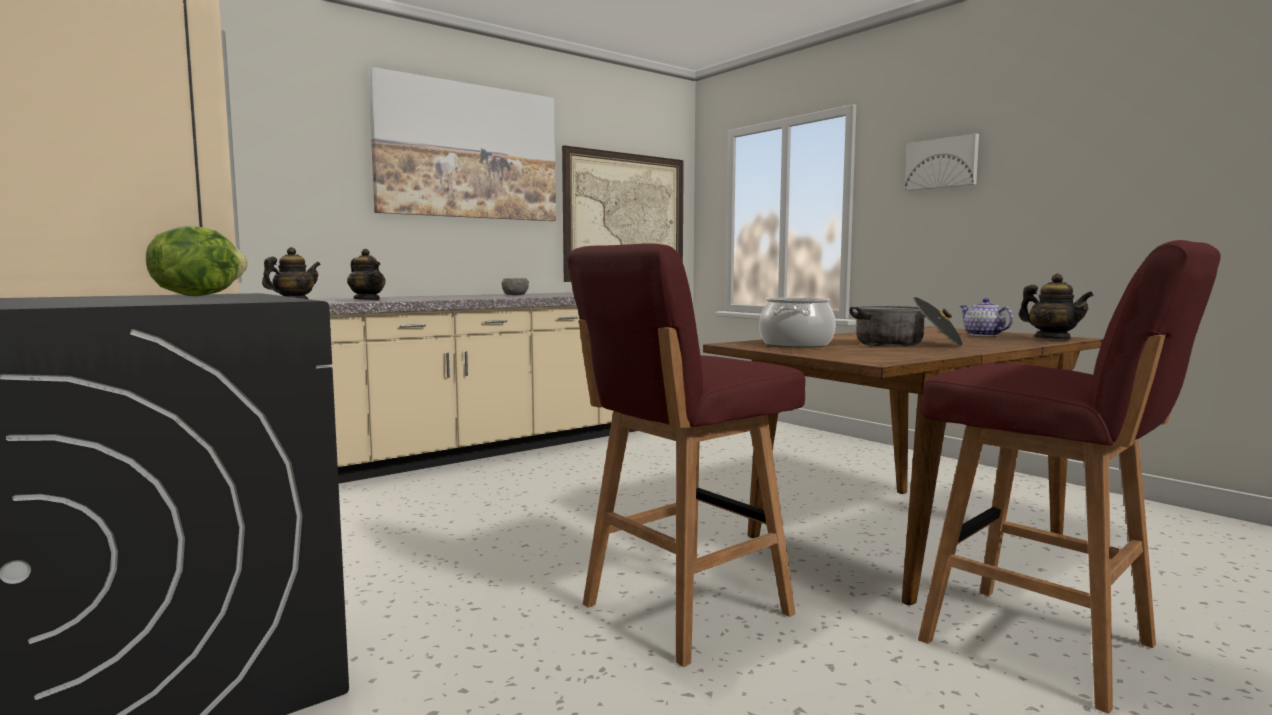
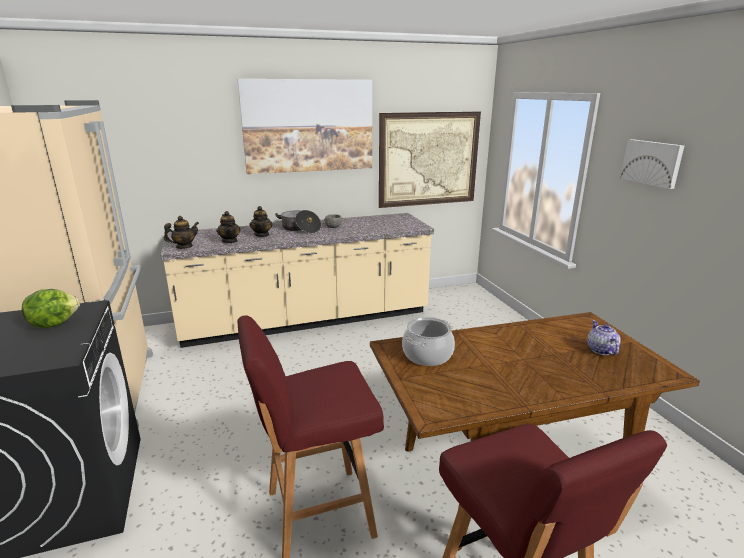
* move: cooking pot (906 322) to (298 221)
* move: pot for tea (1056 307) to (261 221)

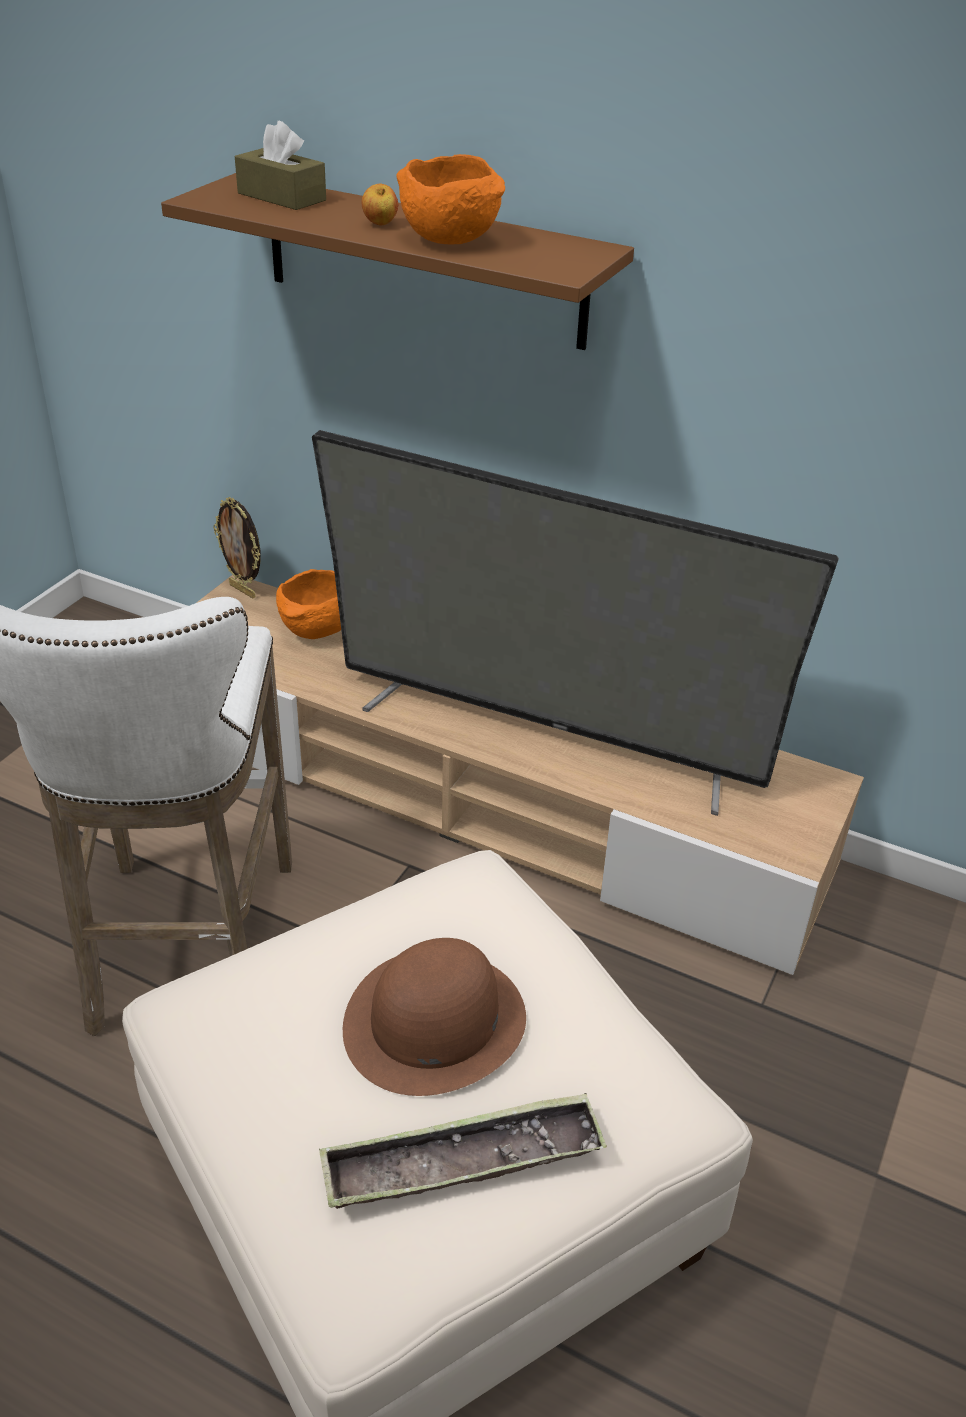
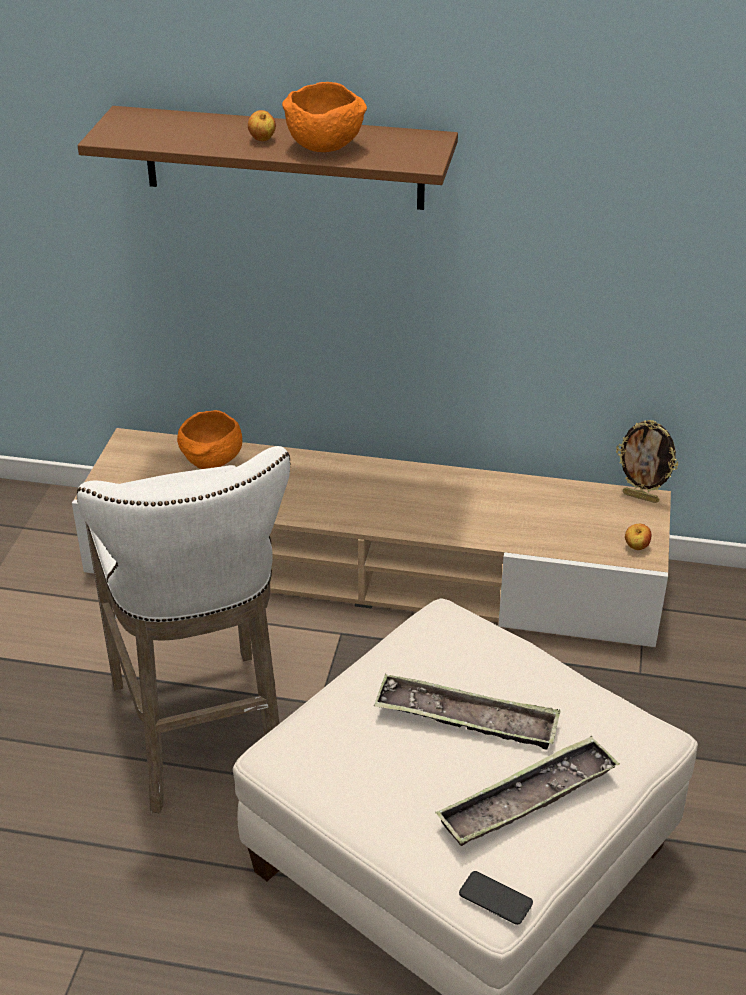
* delete: brown box of tissues (280 165)
* delete: TV (575 623)
* insert: phone (496 898)
* insert: whole apple (638 537)
* move: photo frame (237 547) to (647 461)
* replace: brown clothing hat (434 1017) to carrying tray (467 711)

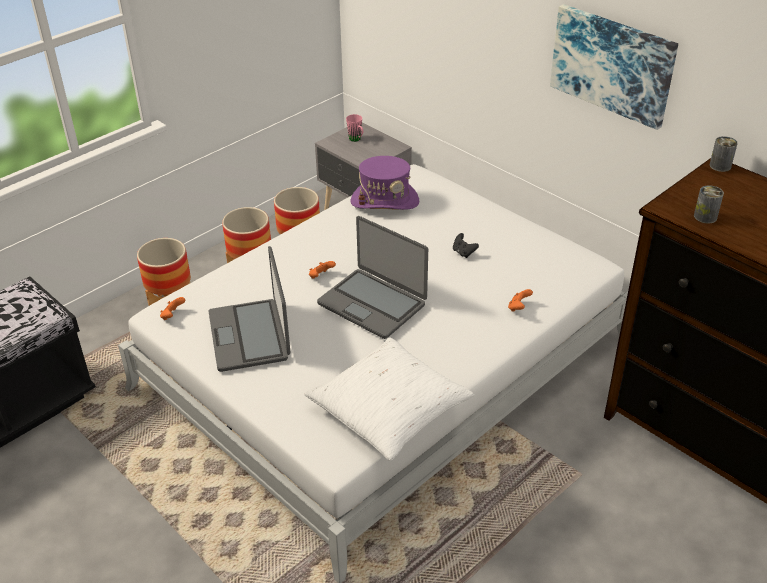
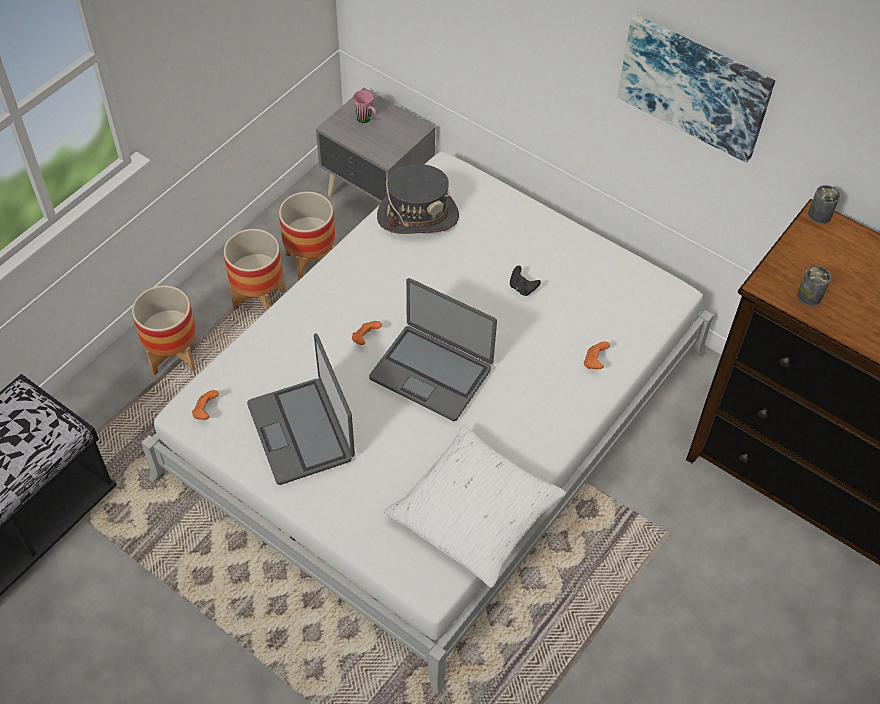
* recolor: purple clothing hat (385 183) to gray clothing hat (418 199)

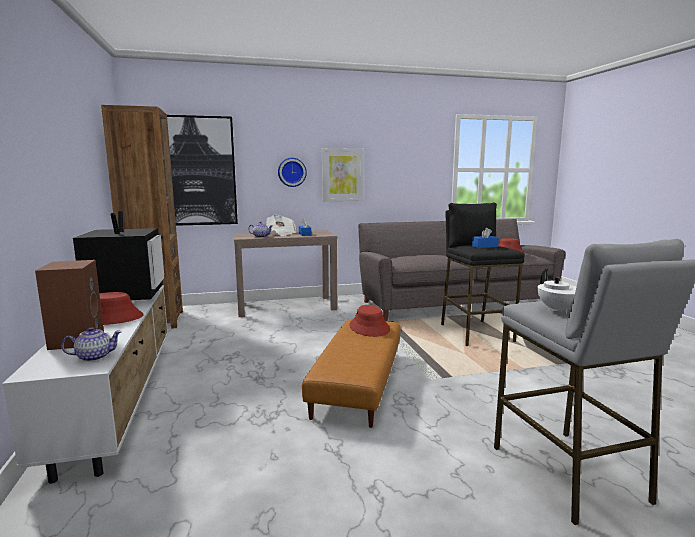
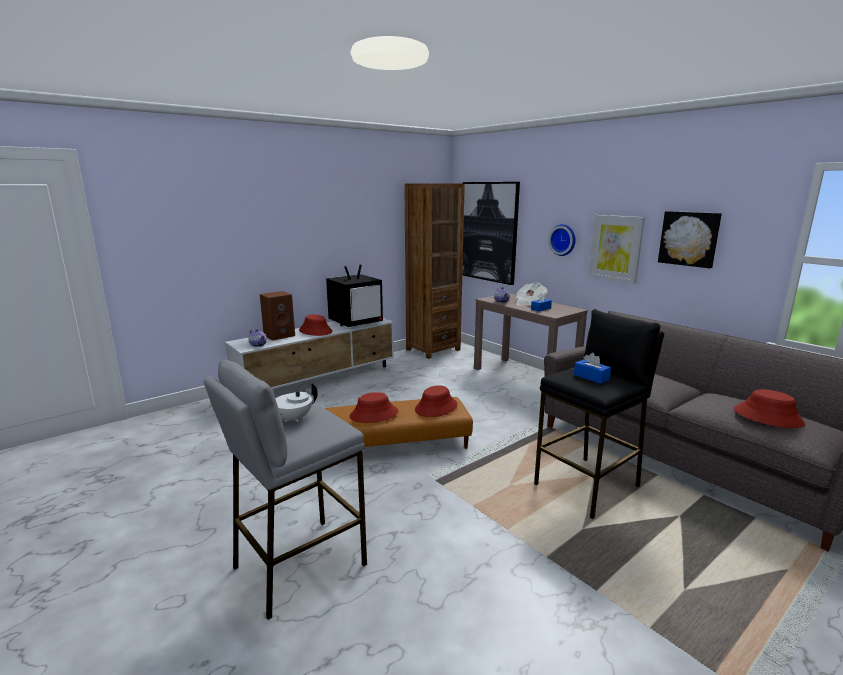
* insert: red-coloured clothing hat (374 407)
* insert: wall art (690 239)

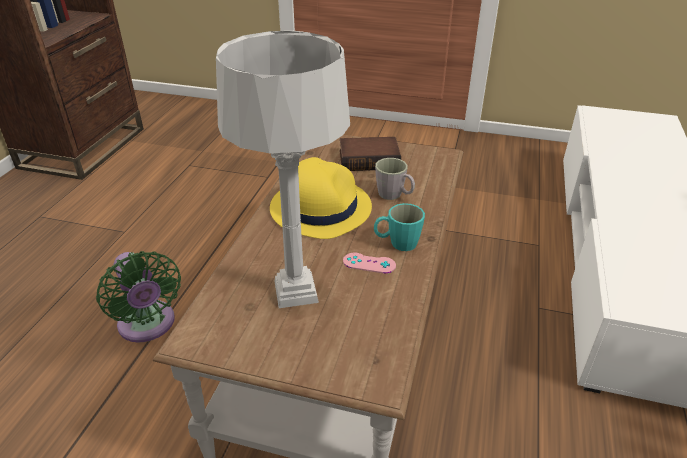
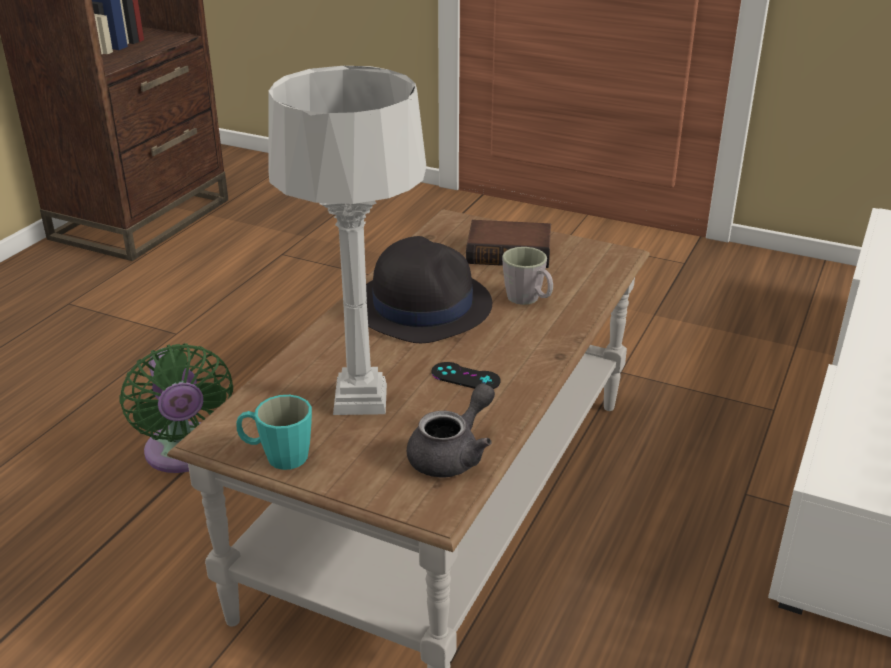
* insert: gray pot for tea (451 430)
* move: blue-green tea mug (399 227) to (274 432)
* recolor: yellow clothing hat (321 198) to blackish clothing hat (429 289)
* recolor: pink game controller (369 263) to blackish game controller (466 375)

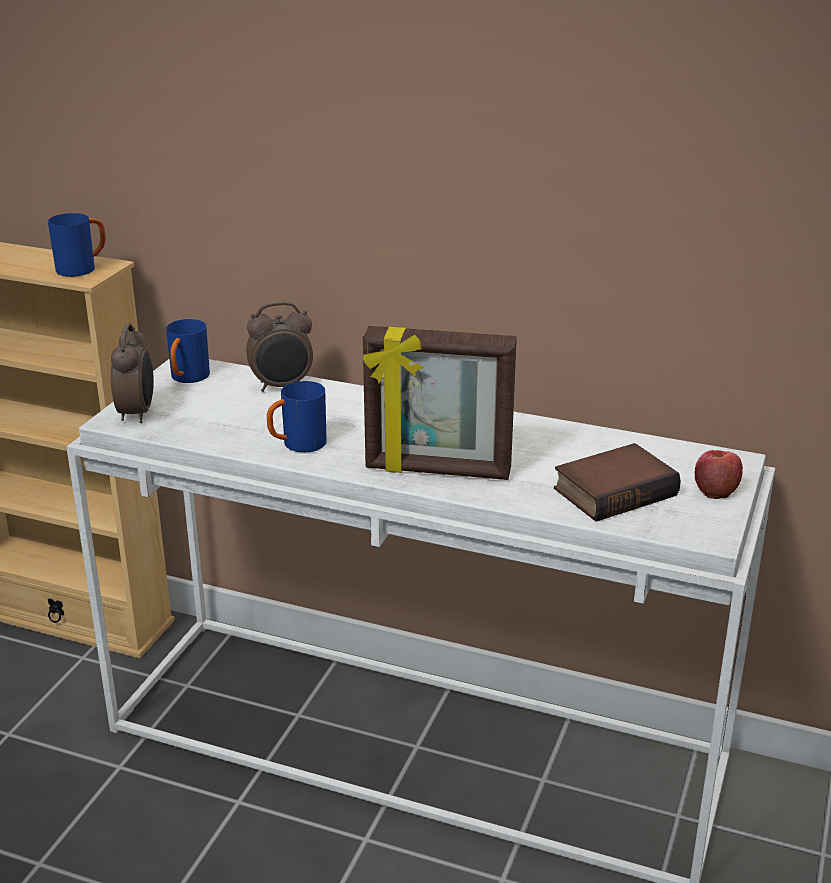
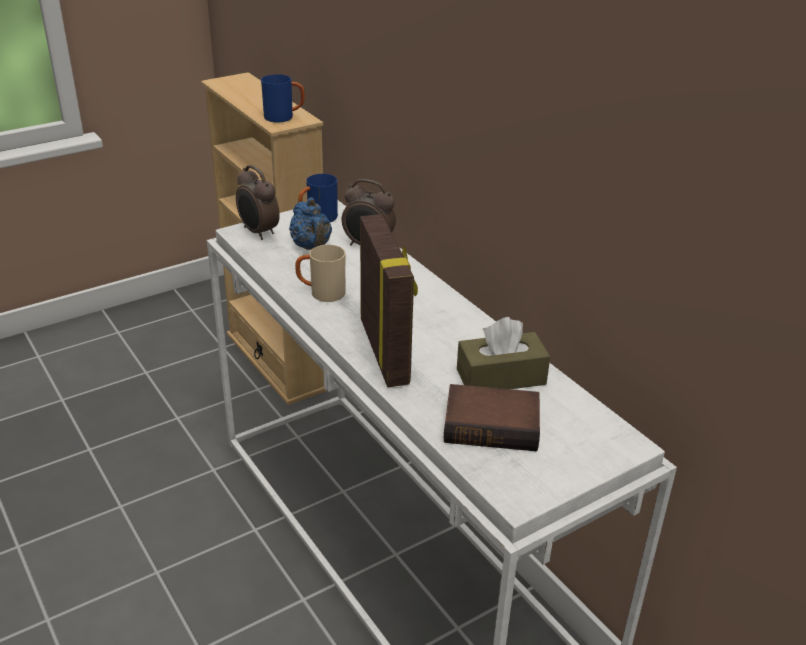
* delete: whole apple (719 474)
* insert: bluish pot for tea (310 223)
* insert: brown box of tissues (503 353)
* recolor: bluish tea mug (297 416) to sand-coloured tea mug (320 273)
* rotate: bedside clock (132 373) = (258 202) 105 degrees clockwise
* rotate: photo frame (440 403) = (389 300) 150 degrees counterclockwise

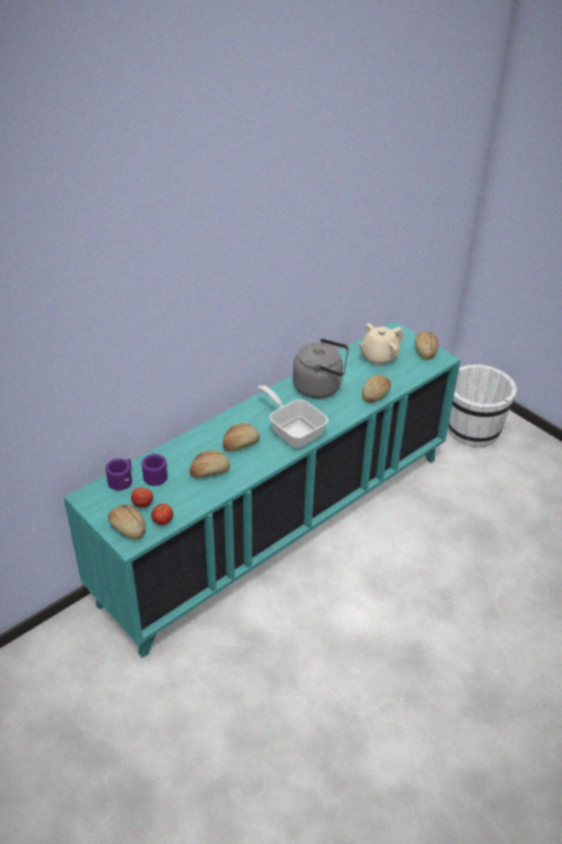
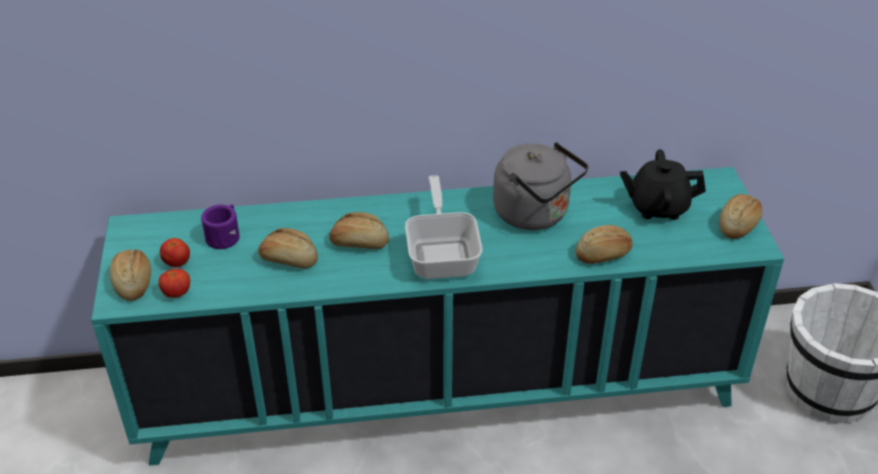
* delete: purple tea mug (118 474)
* recolor: sand-coloured pot for tea (381 344) to blackish pot for tea (663 184)

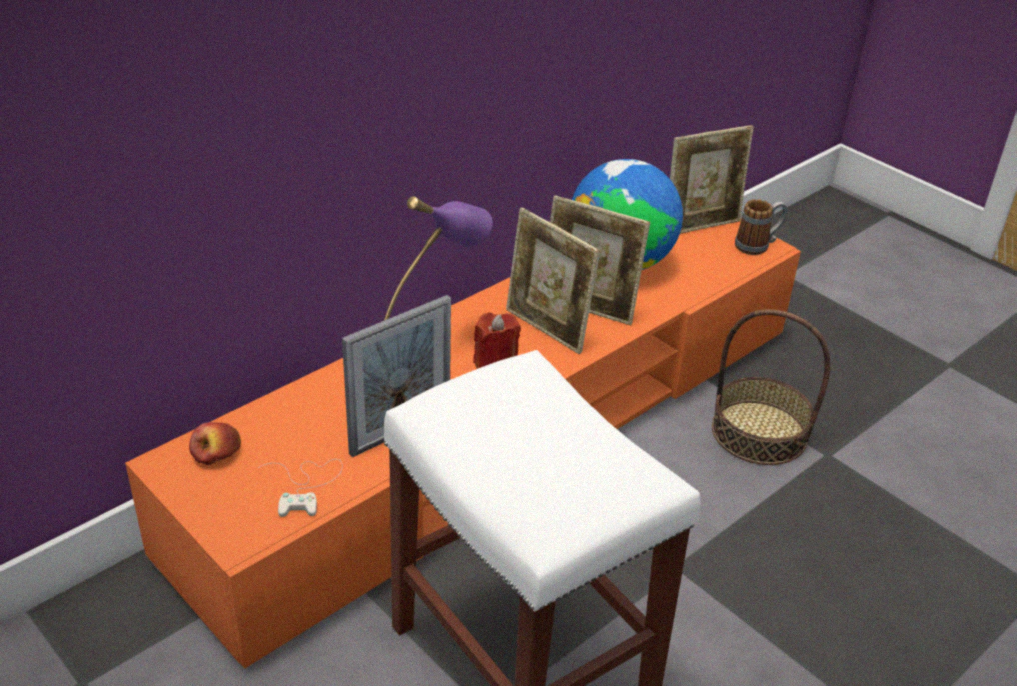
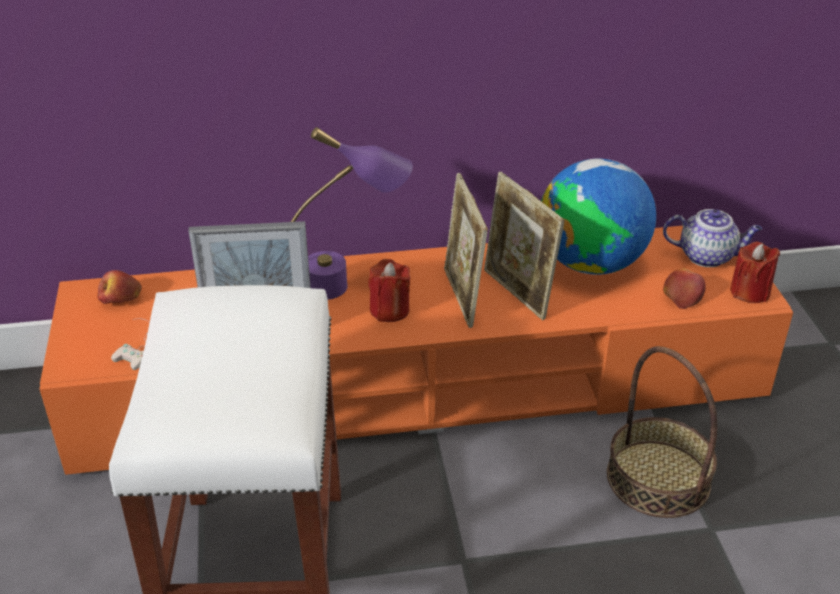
* insert: whole apple (684 289)
* replace: photo frame (712 179) to pot for tea (712 238)
* replace: tea mug (761 227) to red-coloured wax light (755 272)

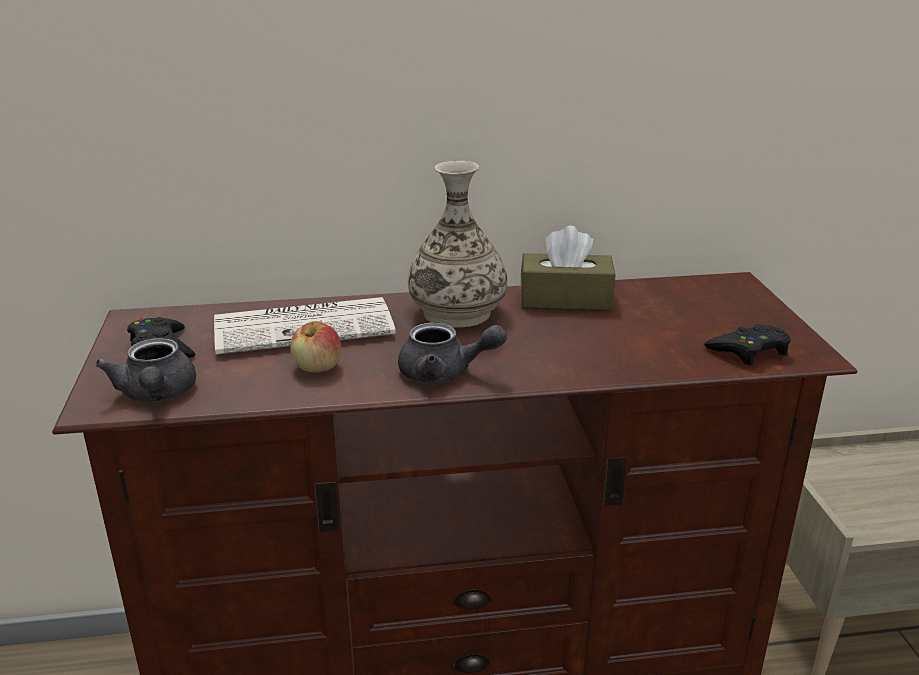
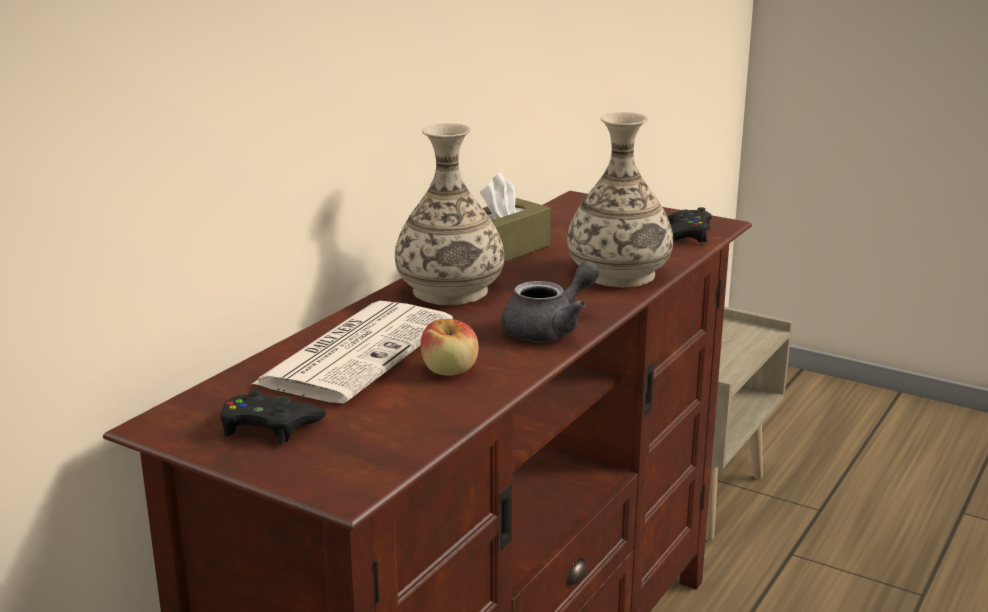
* delete: gray pot for tea (145 370)
* insert: decorative vase (620 200)

